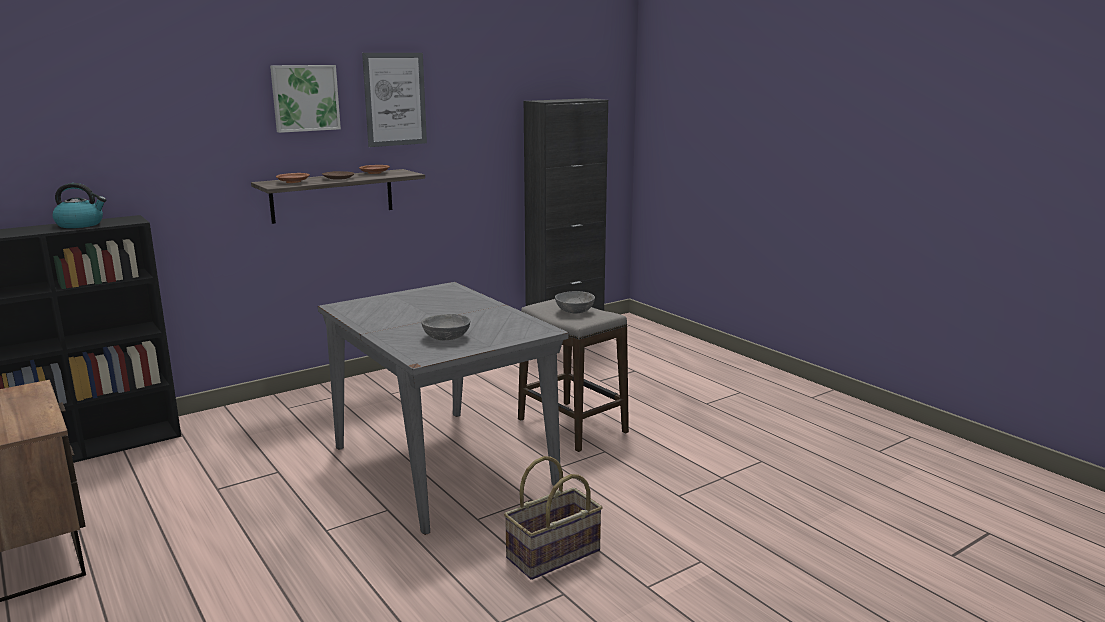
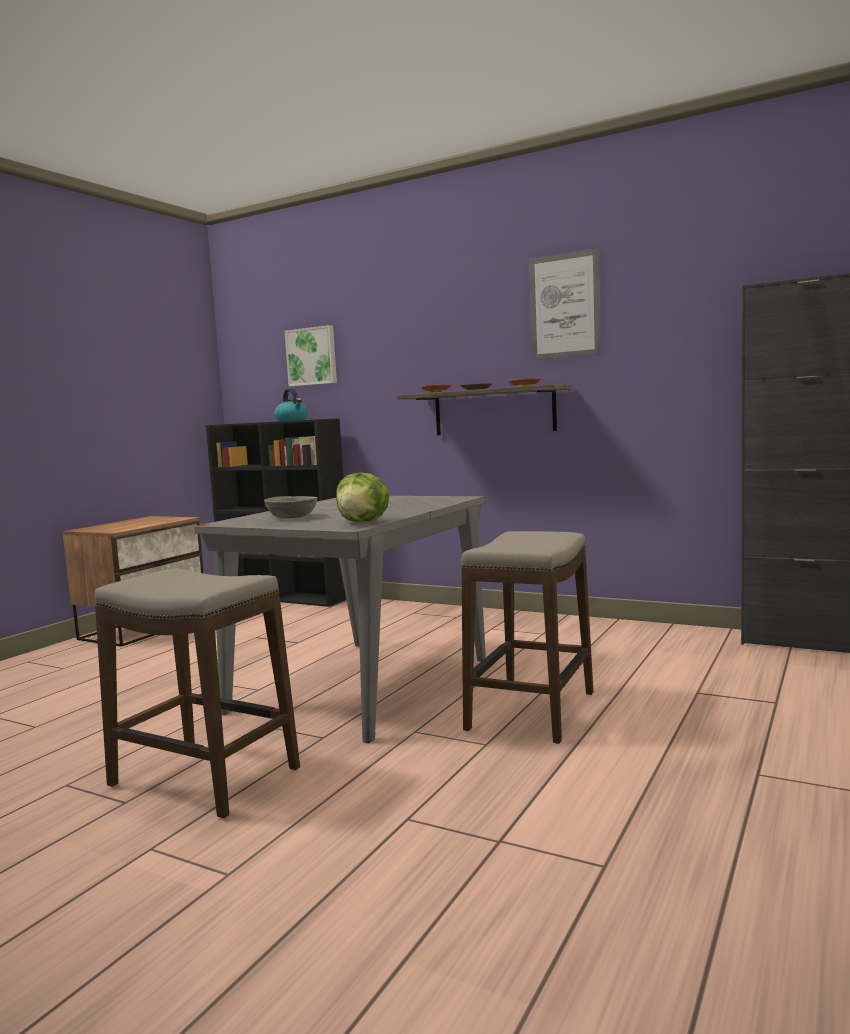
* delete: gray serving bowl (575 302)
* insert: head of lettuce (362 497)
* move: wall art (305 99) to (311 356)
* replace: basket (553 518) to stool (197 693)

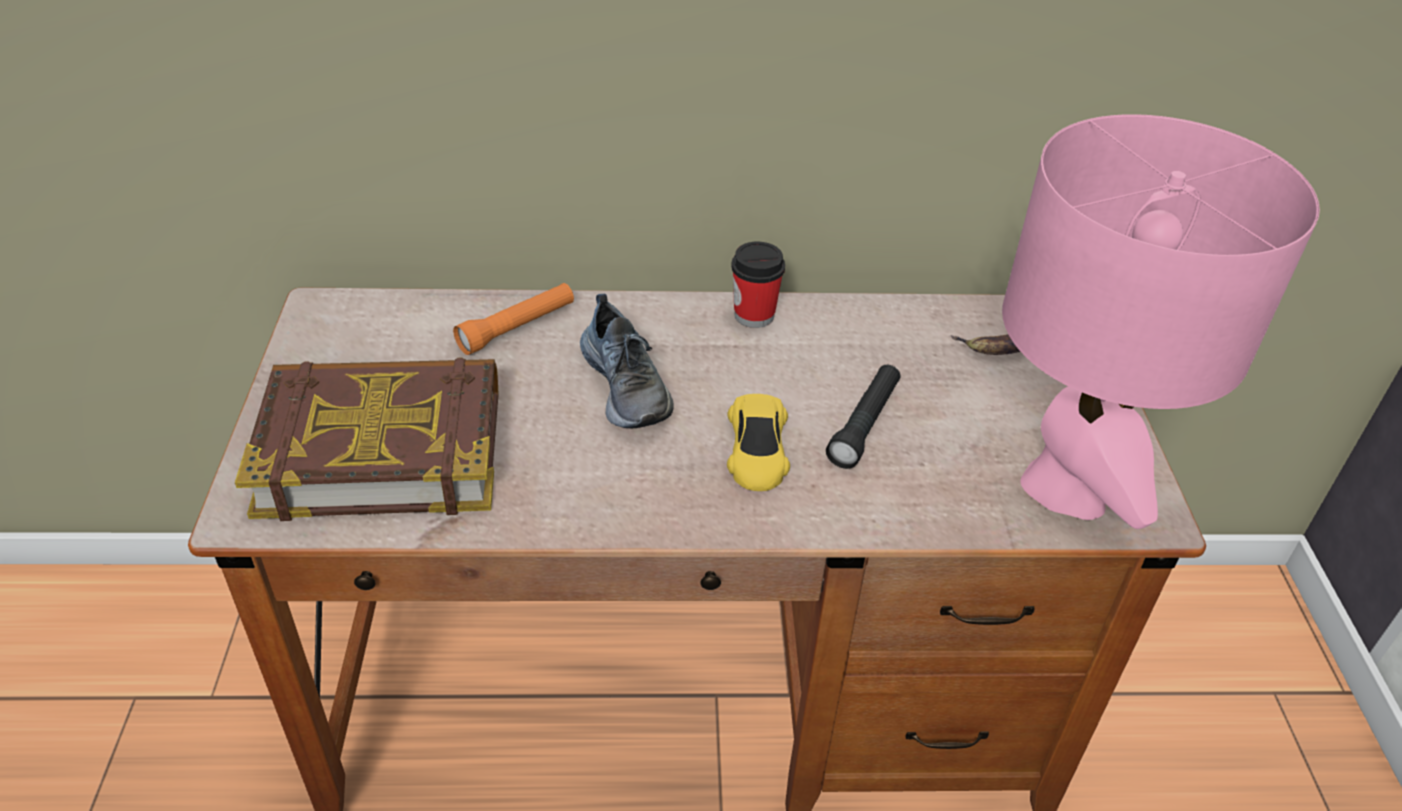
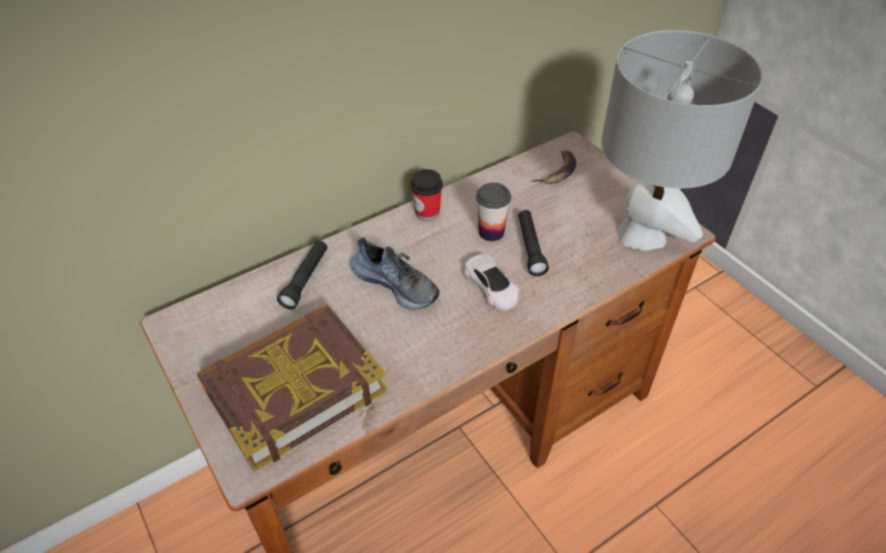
* insert: cup (493 211)
* recolor: orange hand torch (513 319) to blackish hand torch (302 275)
* recolor: yellow toy car (758 442) to whitish toy car (491 282)
* recolor: pink lamp for a table (1161 321) to gray lamp for a table (682 140)

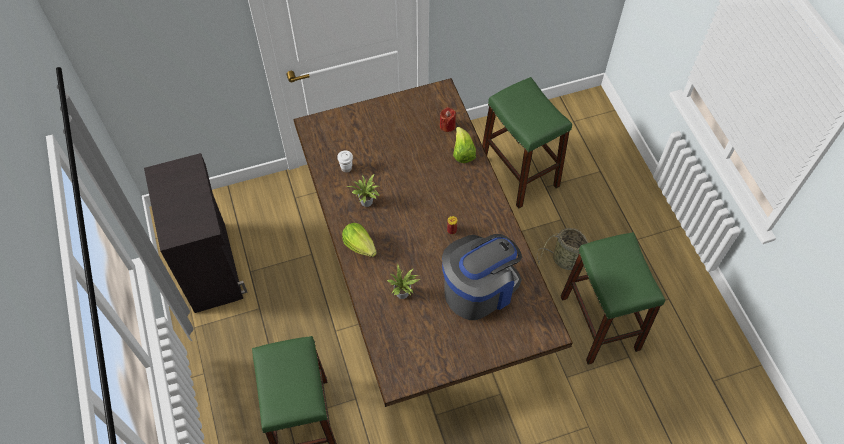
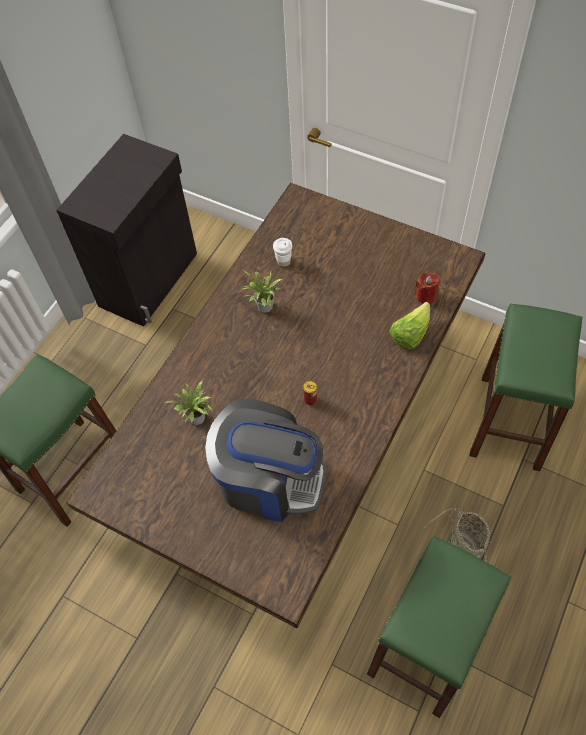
* delete: head of lettuce (359 240)

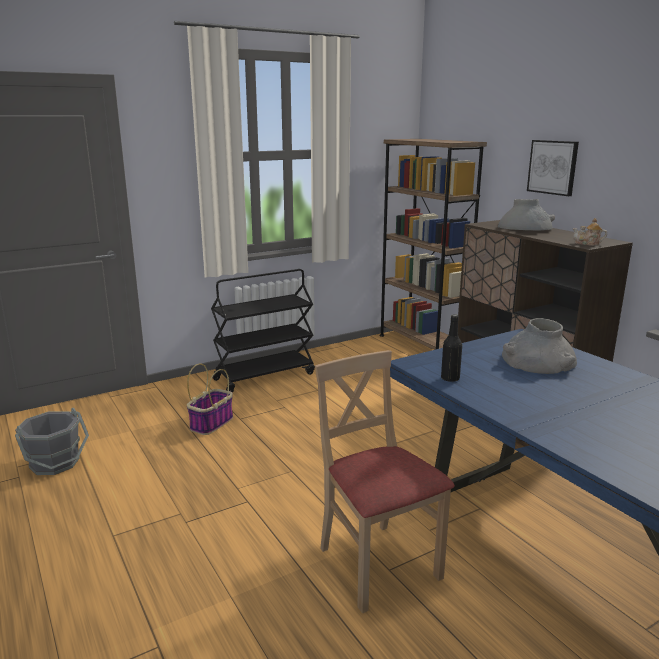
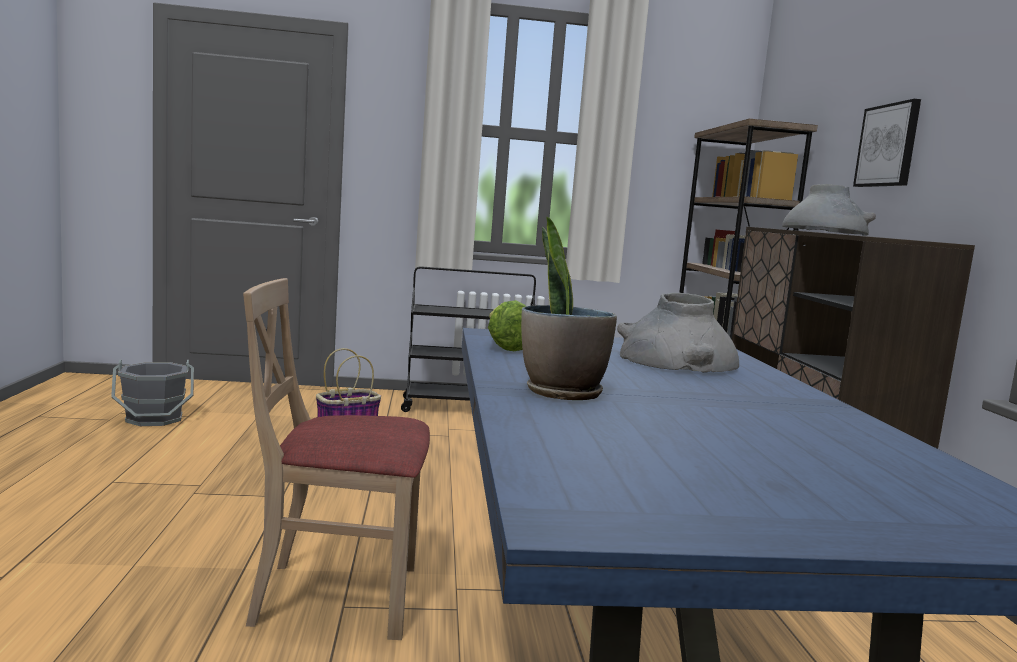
* delete: pot for tea (589 232)
* insert: plant in a pot (569 308)
* replace: blackish bottle (451 348) to head of lettuce (507 325)
* rotate: sand-coloured upright chair (385 481) = (336 459) 90 degrees counterclockwise

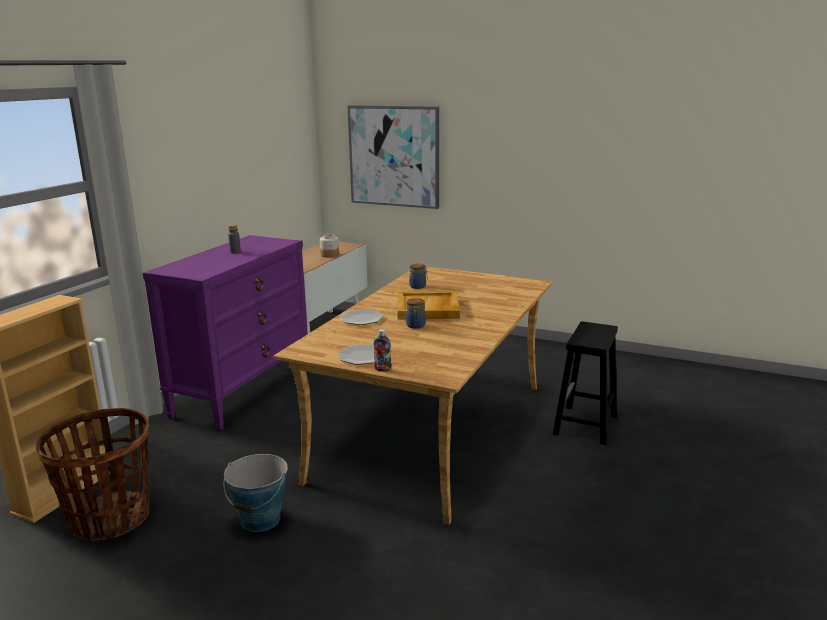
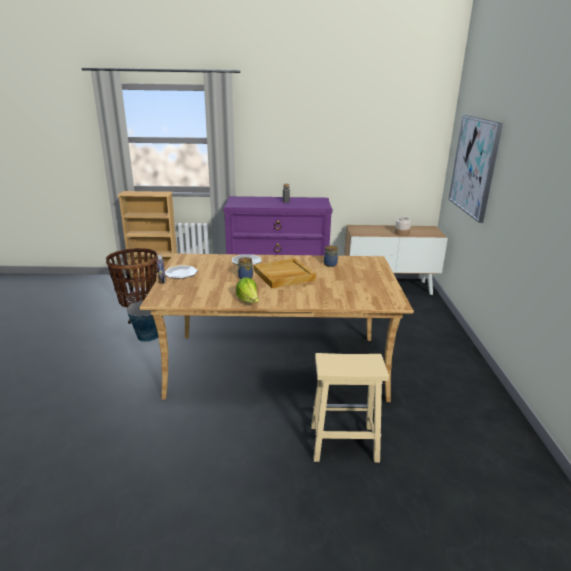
* insert: head of lettuce (247 290)
* recolor: blackish stool (585 383) to sand-coloured stool (350 408)

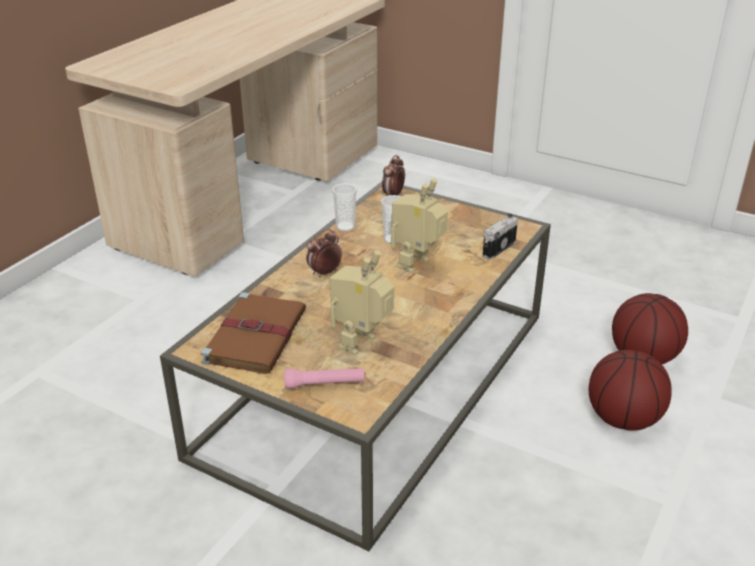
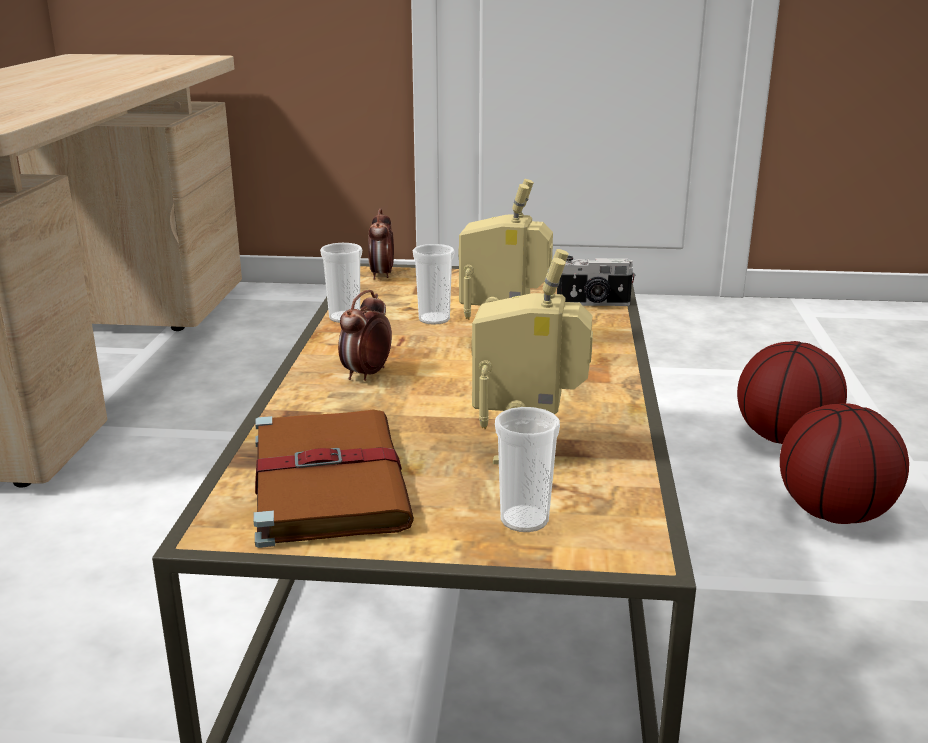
* replace: pink hand torch (324 378) to cup (527 469)
* rotate: photo camera (500 237) = (596 281) 105 degrees counterclockwise

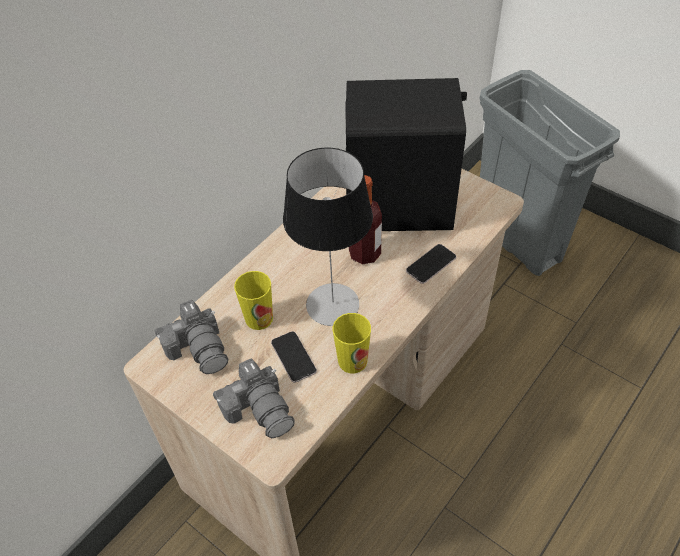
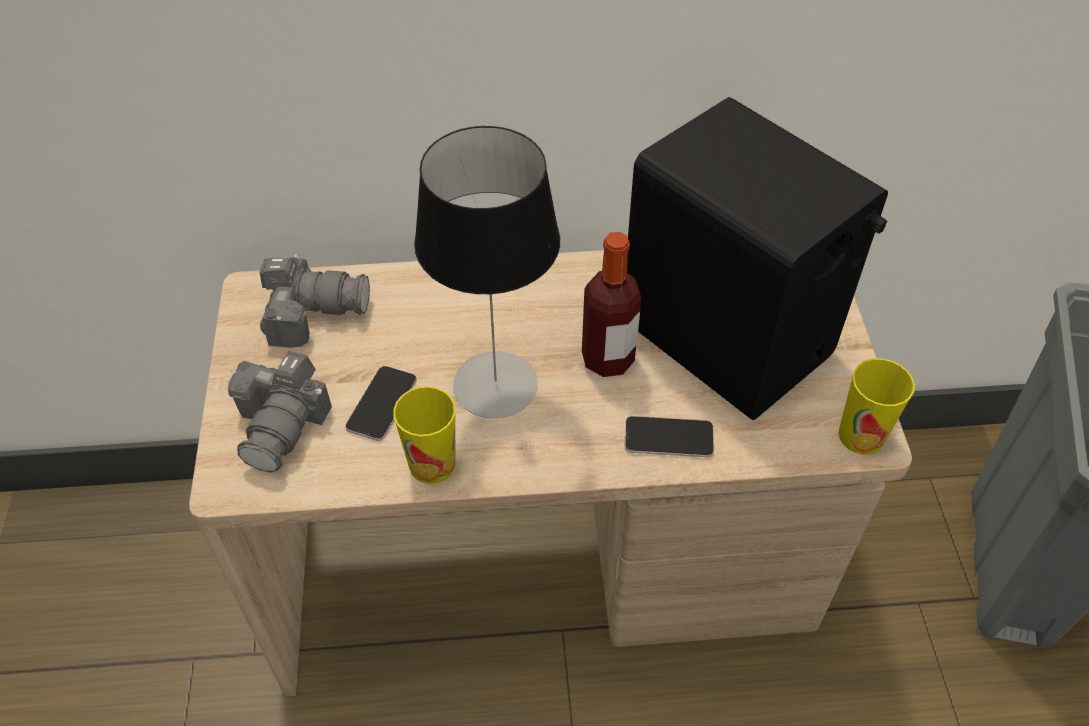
* move: cup (253 300) to (876 406)
* rotate: photo camera (192 337) = (314 301) 105 degrees counterclockwise

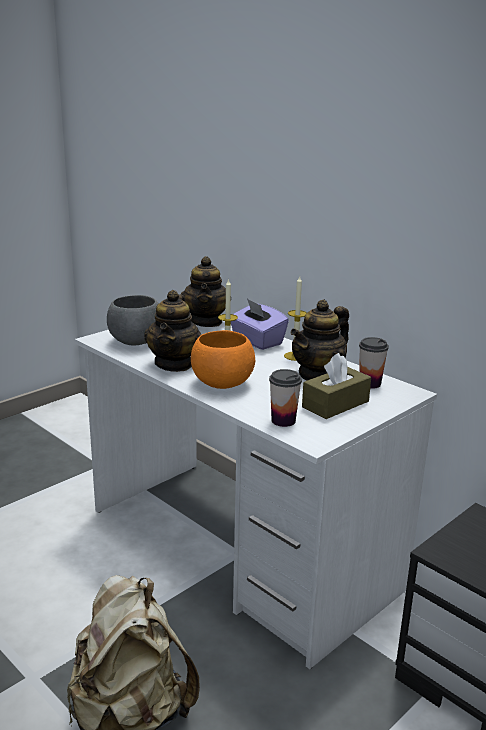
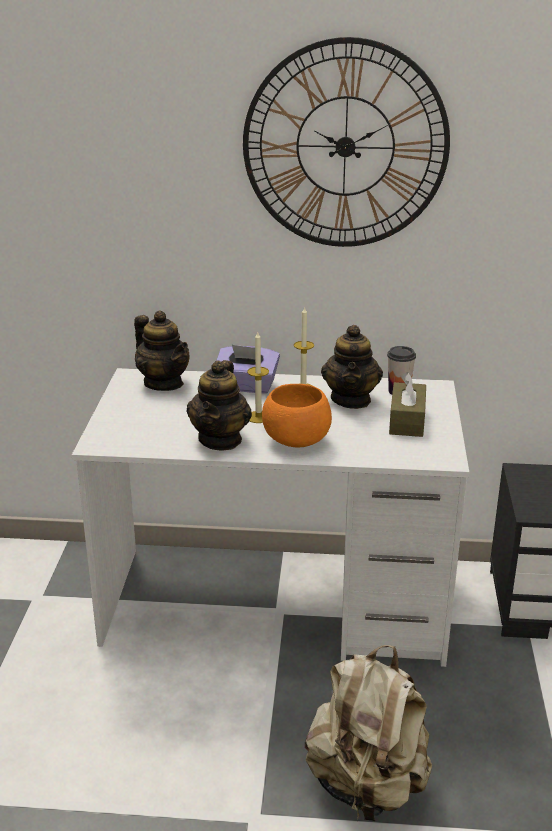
* delete: gray serving bowl (133 320)
* delete: cup (285 398)
* insert: wall clock (346 142)
* rotate: pot for tea (172 331) = (219 405) 45 degrees clockwise

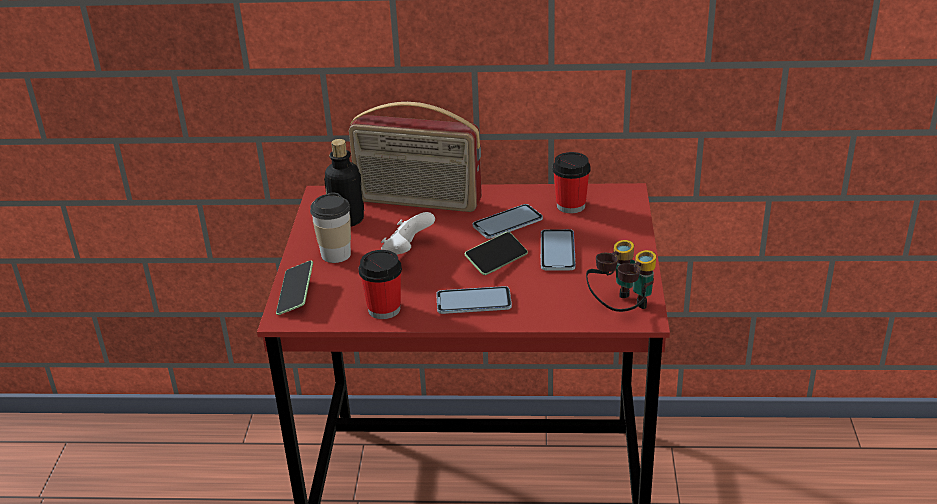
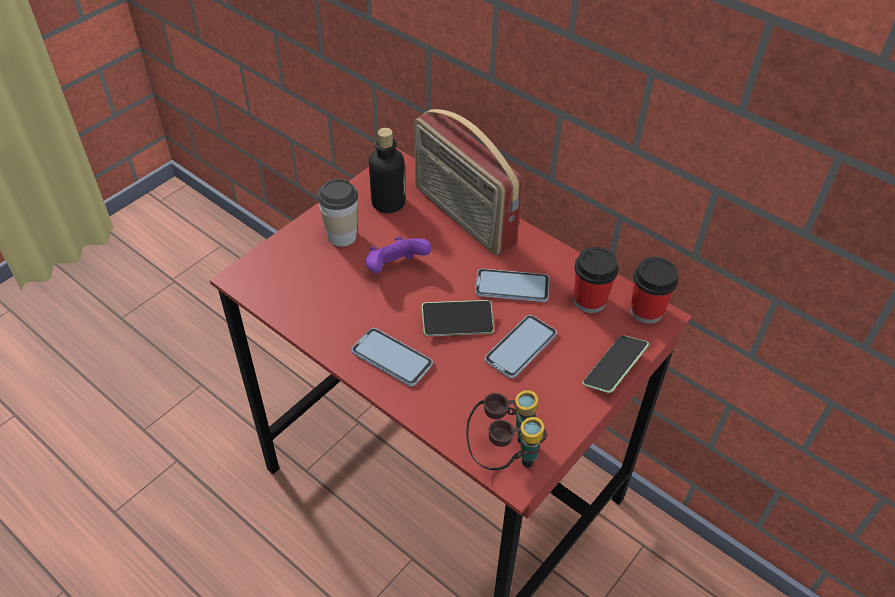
* move: phone (294 287) to (616 364)
* move: cup (380 284) to (654 290)
* recolor: whitish game controller (408 233) to purple game controller (398 254)

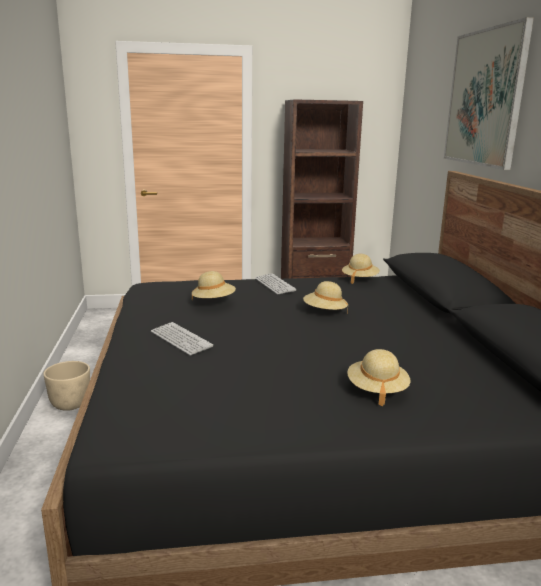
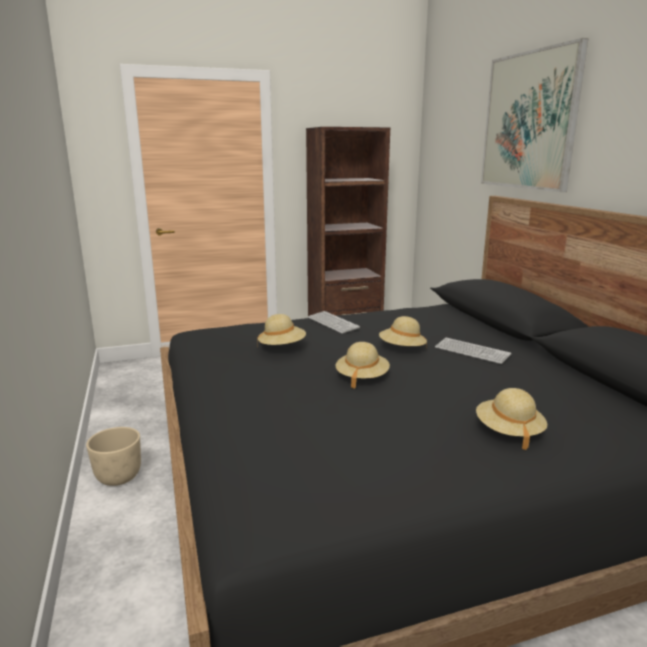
* move: computer keyboard (182 339) to (473 351)
* move: sand-coloured clothing hat (361 269) to (363 365)

